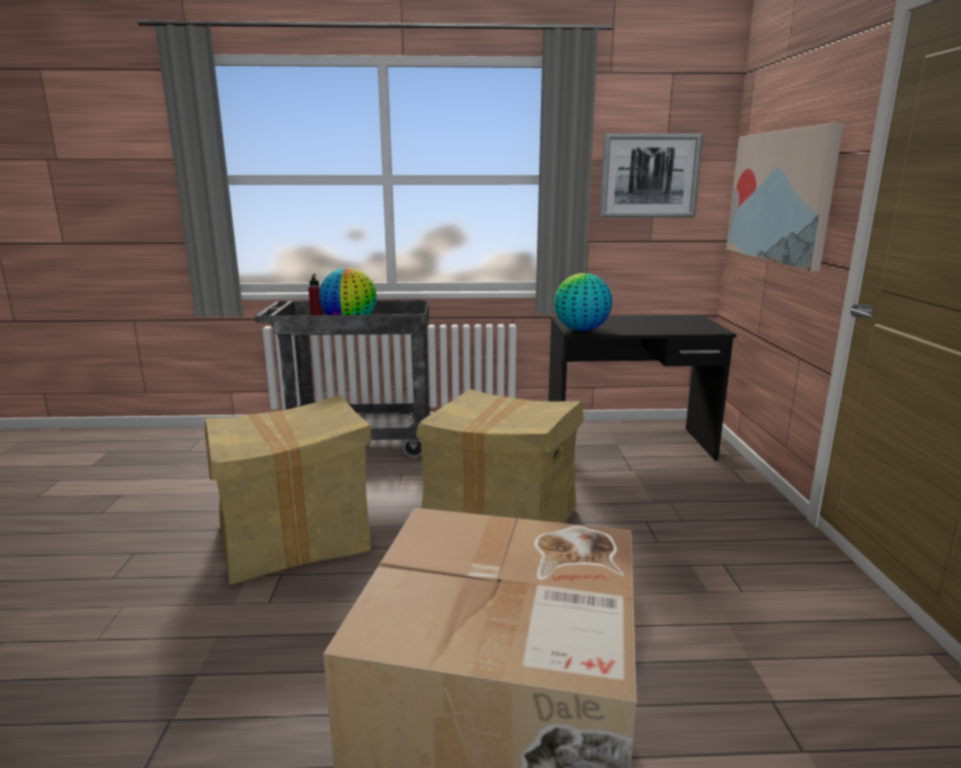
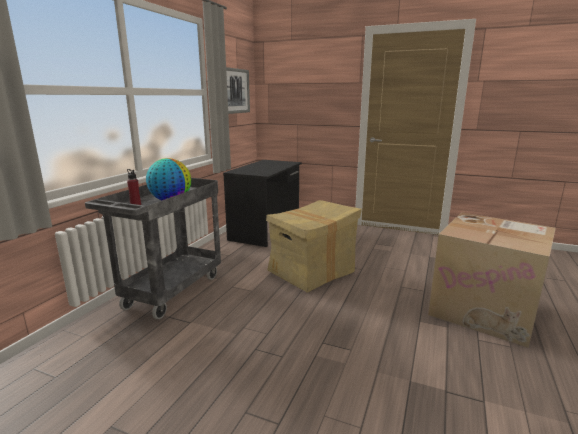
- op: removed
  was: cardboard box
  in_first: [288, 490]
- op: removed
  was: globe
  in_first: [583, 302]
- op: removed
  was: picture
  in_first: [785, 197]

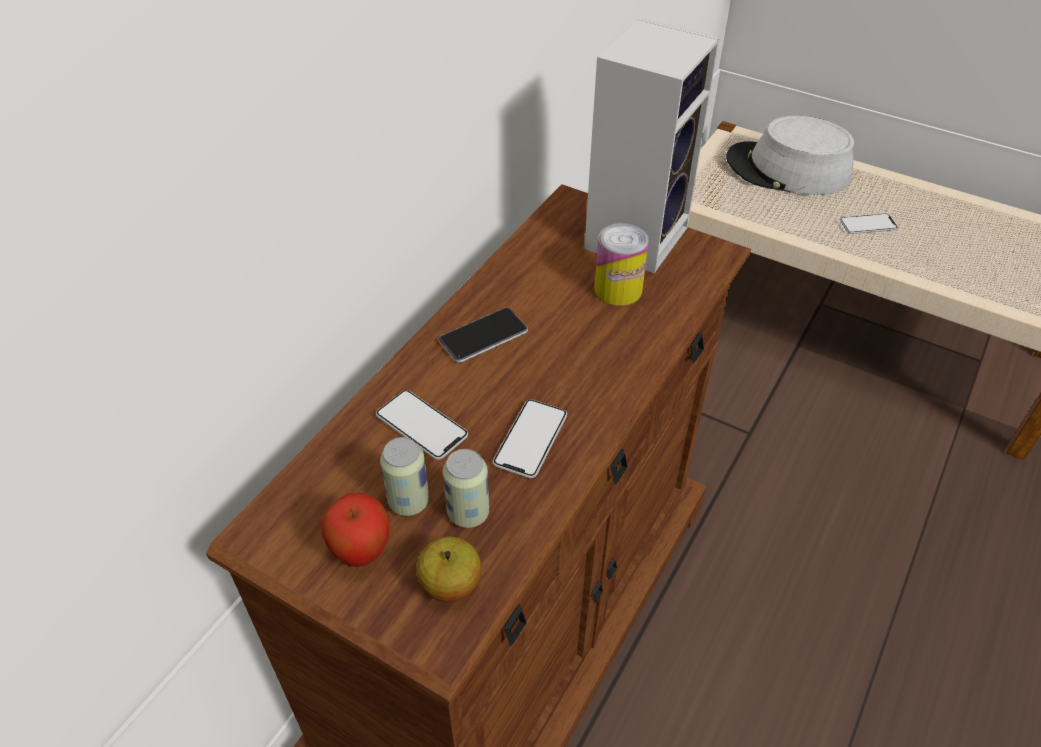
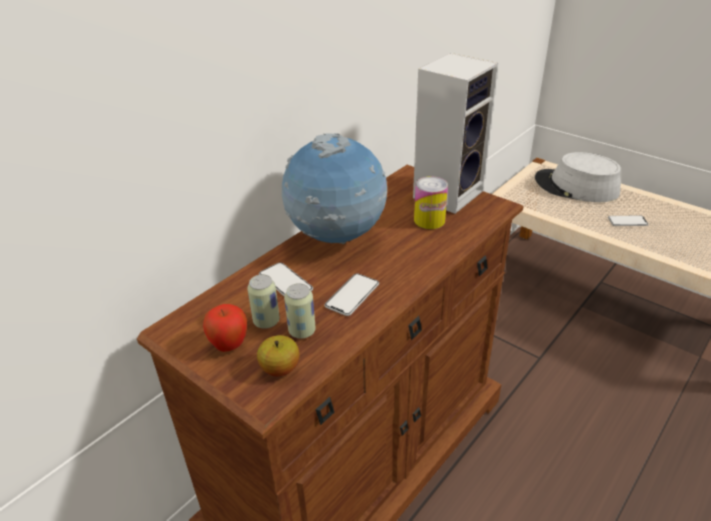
- op: replaced
  was: phone
  now: globe
  in_first: [483, 335]
  in_second: [334, 188]

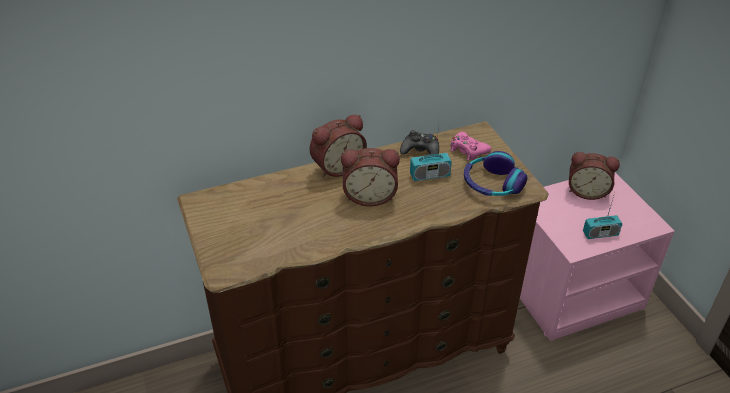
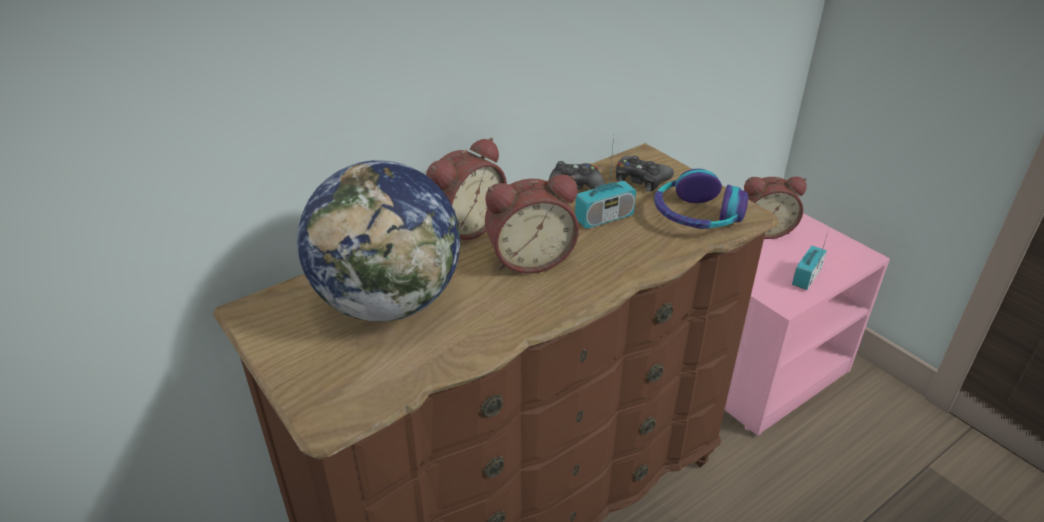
- op: added
  now: globe
  in_second: [378, 241]
- op: recoloured
  was: pink game controller
  now: black game controller
  in_first: [471, 146]
  in_second: [645, 174]
- op: turned
  was: radio
  in_first: [602, 217]
  in_second: [810, 259]
  clockwise: 150

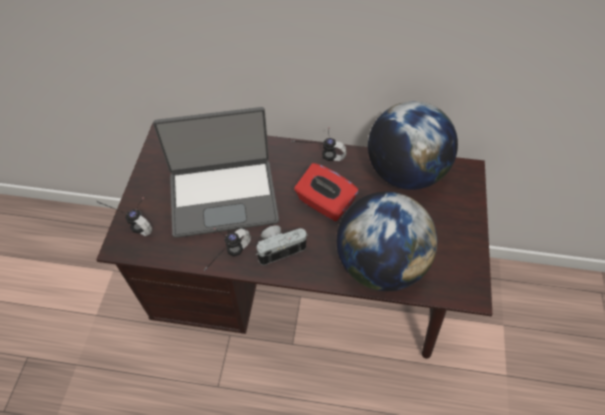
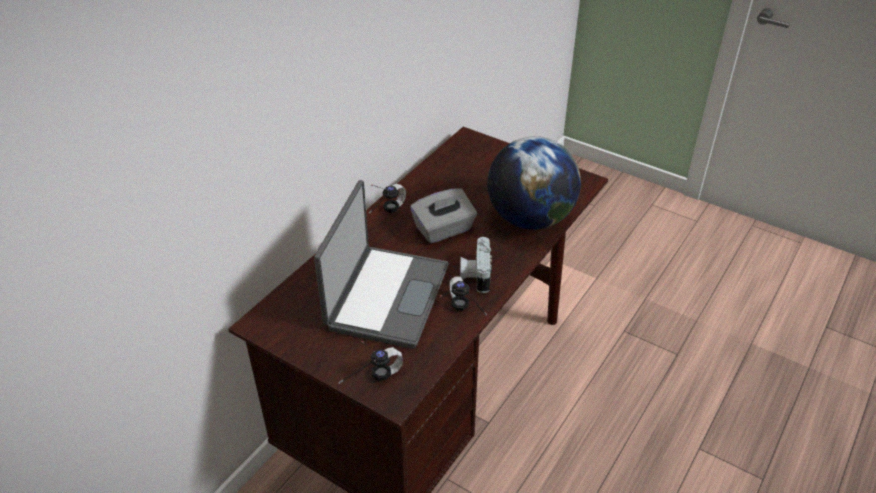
- op: removed
  was: globe
  in_first: [413, 145]
- op: recoloured
  was: red tissue box
  now: grey tissue box
  in_first: [326, 192]
  in_second: [443, 215]

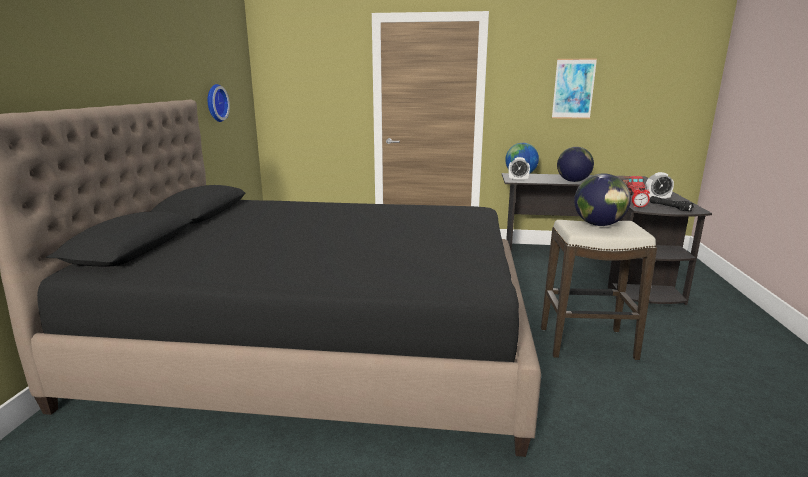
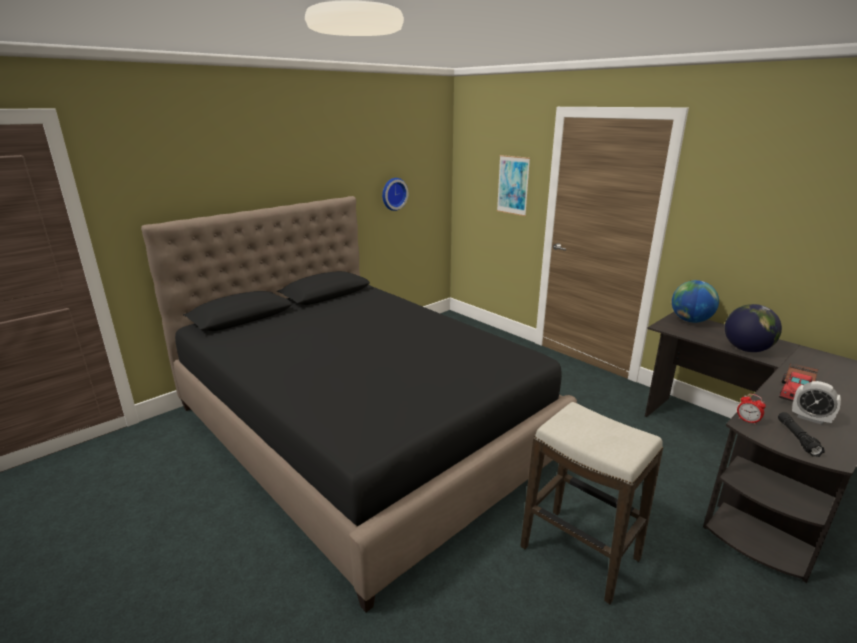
- op: removed
  was: alarm clock
  in_first: [519, 169]
- op: removed
  was: globe
  in_first: [602, 199]
- op: moved
  was: picture
  in_first: [574, 89]
  in_second: [513, 185]

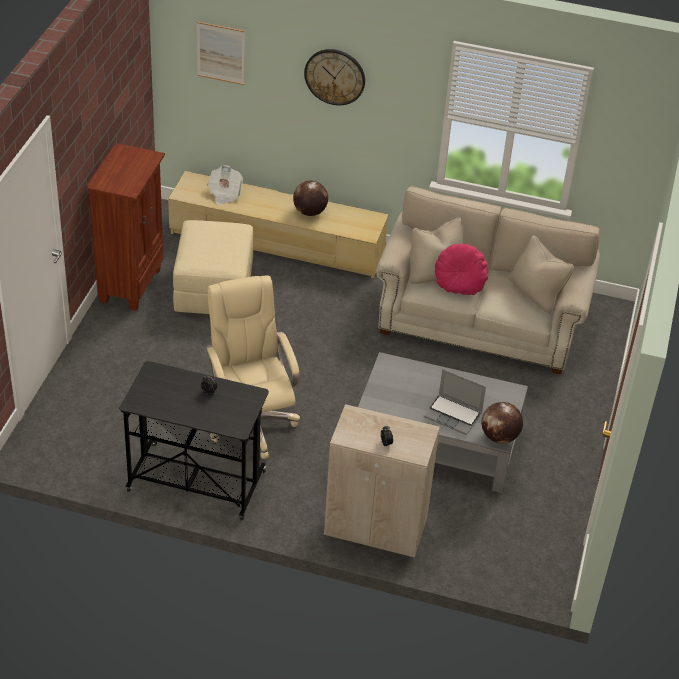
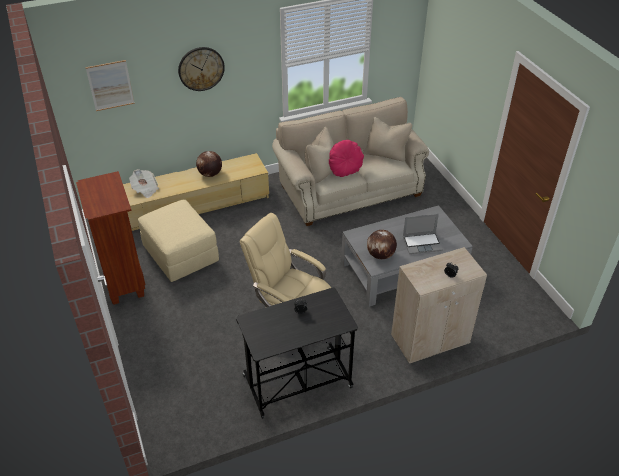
- op: moved
  was: globe
  in_first: [502, 422]
  in_second: [382, 244]

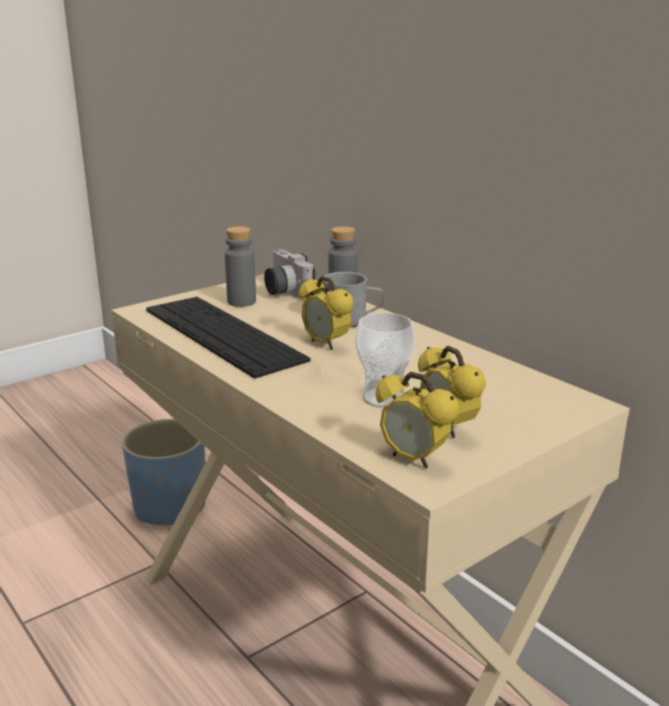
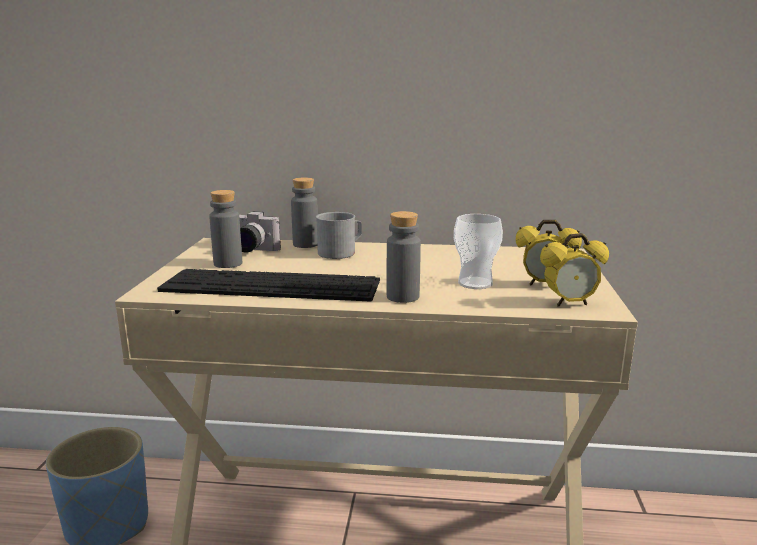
- op: removed
  was: alarm clock
  in_first: [326, 313]
- op: added
  now: grey bottle
  in_second: [403, 257]

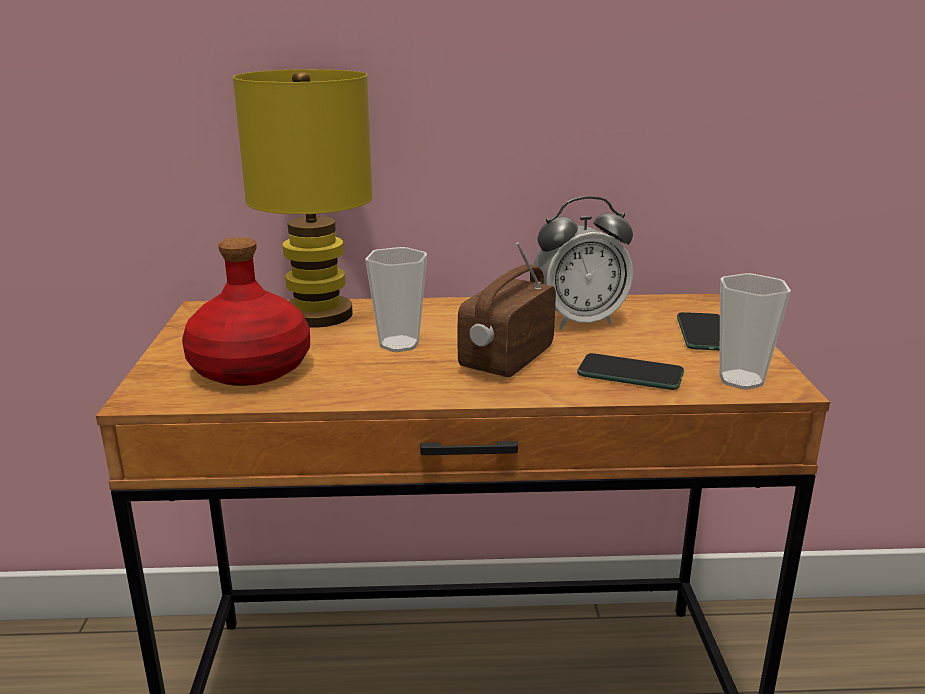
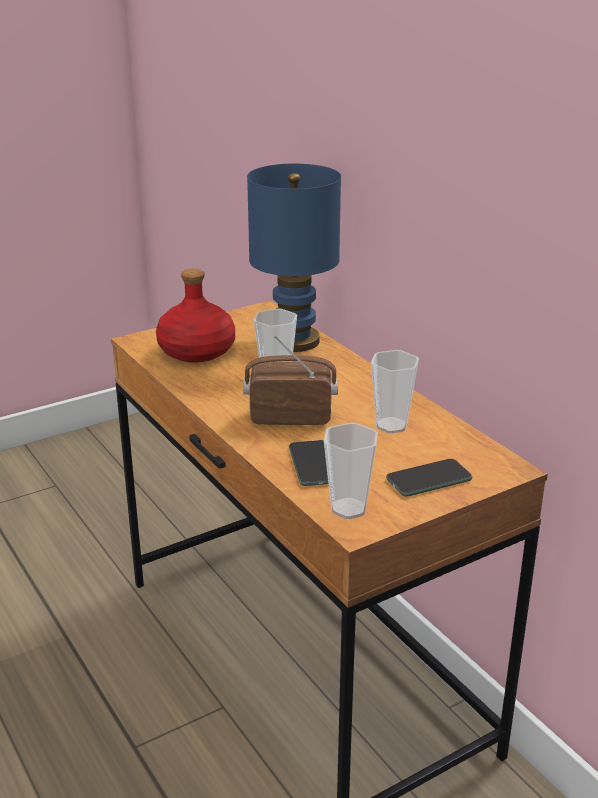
- op: replaced
  was: alarm clock
  now: cup
  in_first: [583, 263]
  in_second: [395, 391]
- op: recoloured
  was: yellow table lamp
  now: blue table lamp
  in_first: [303, 198]
  in_second: [294, 258]

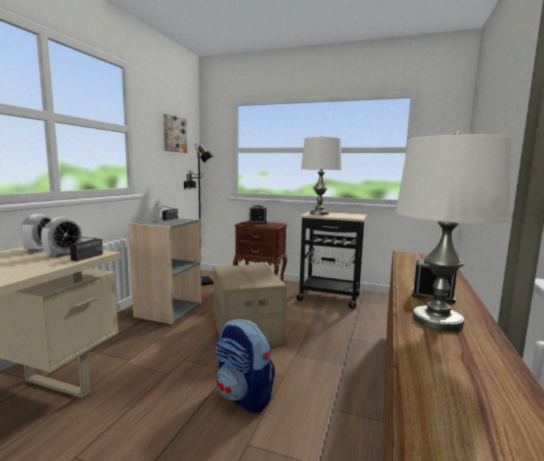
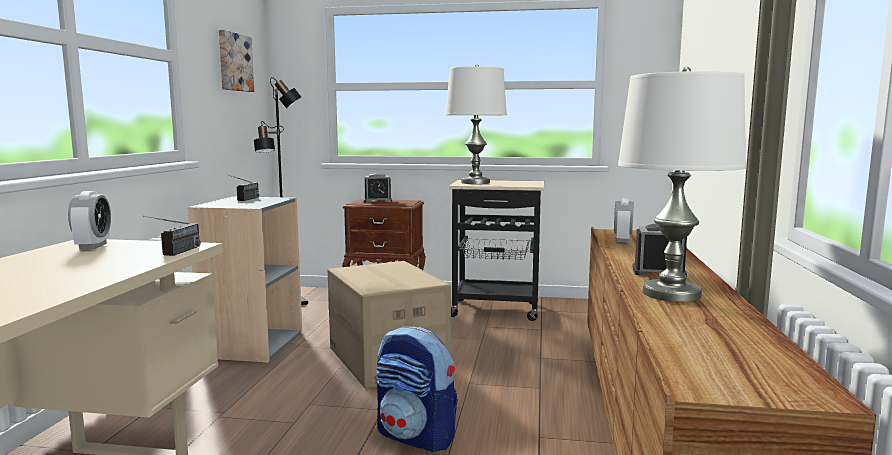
- op: moved
  was: alarm clock
  in_first: [61, 237]
  in_second: [624, 221]

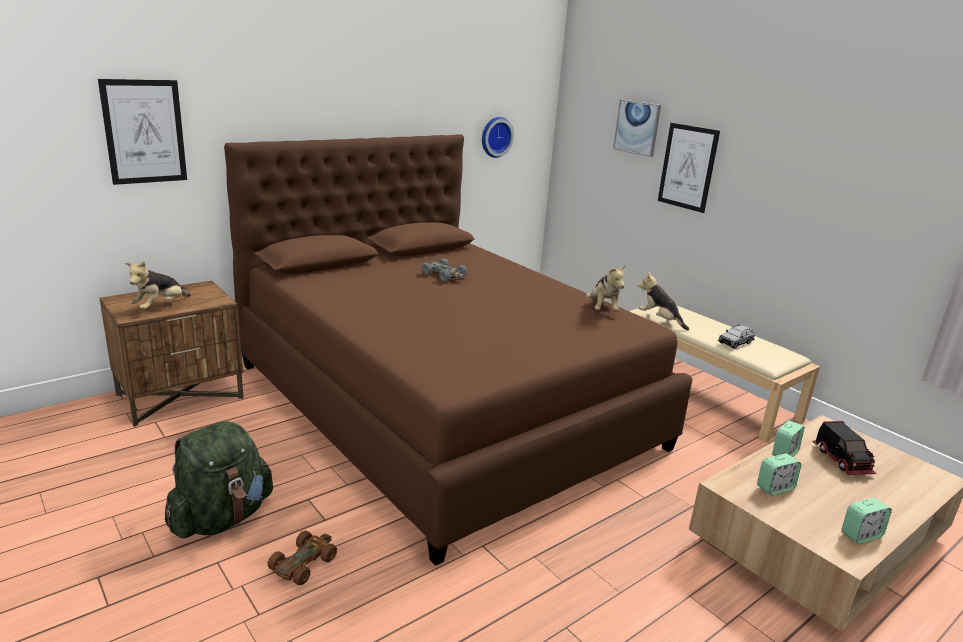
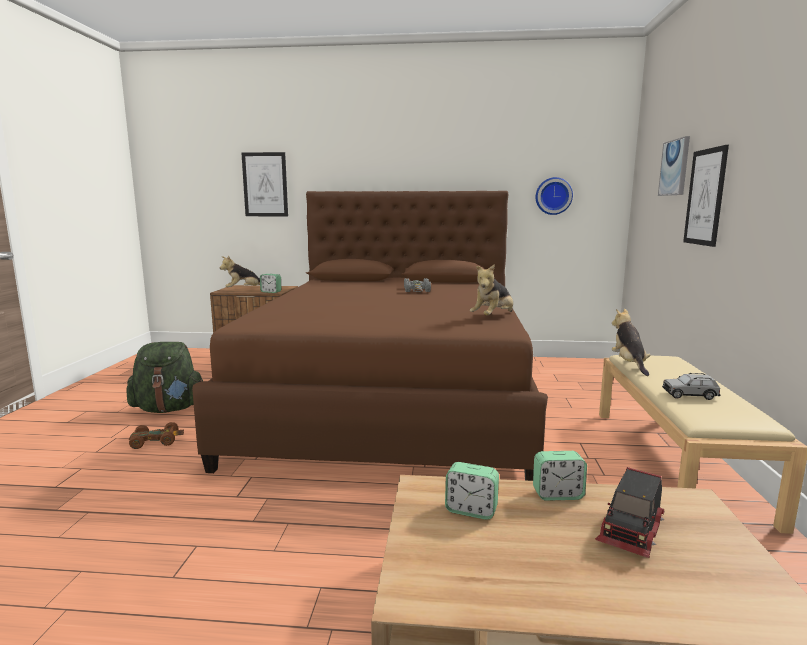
- op: moved
  was: alarm clock
  in_first: [866, 521]
  in_second: [270, 283]

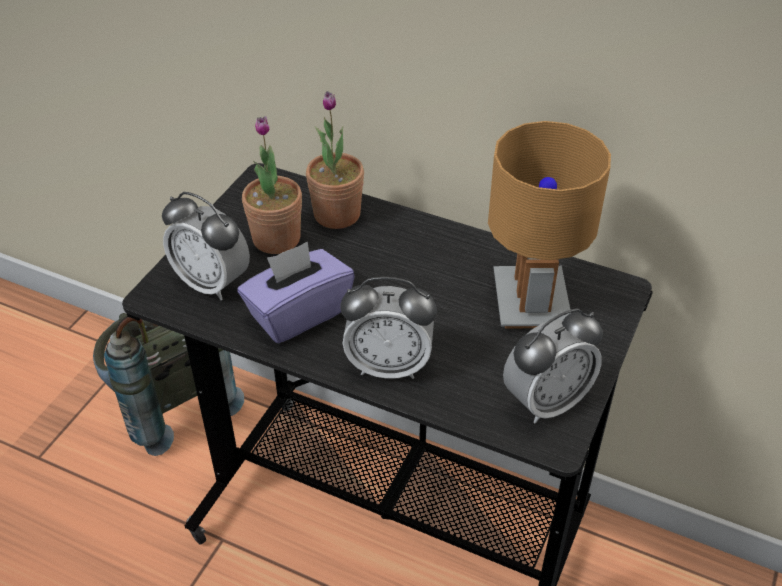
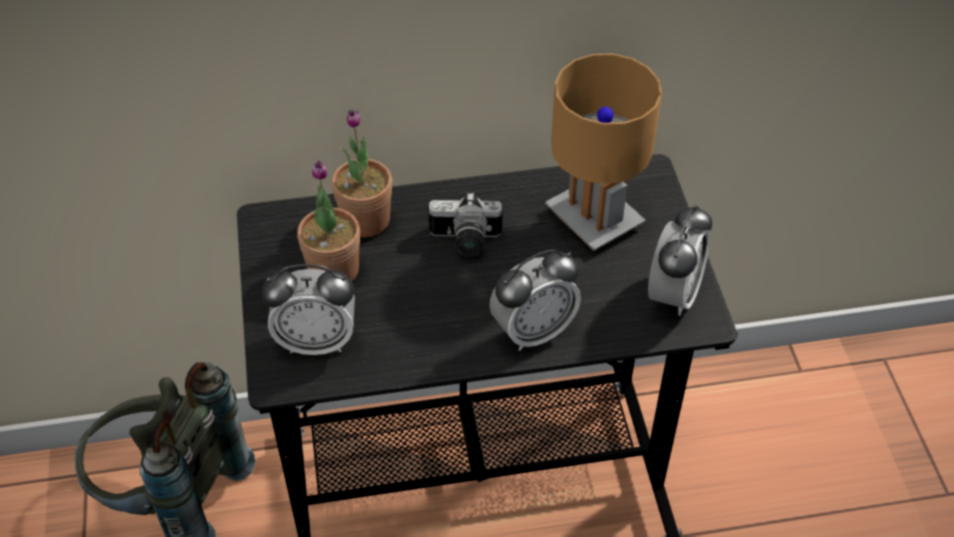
- op: removed
  was: purple tissue box
  in_first: [296, 292]
- op: added
  now: photo camera
  in_second: [465, 224]

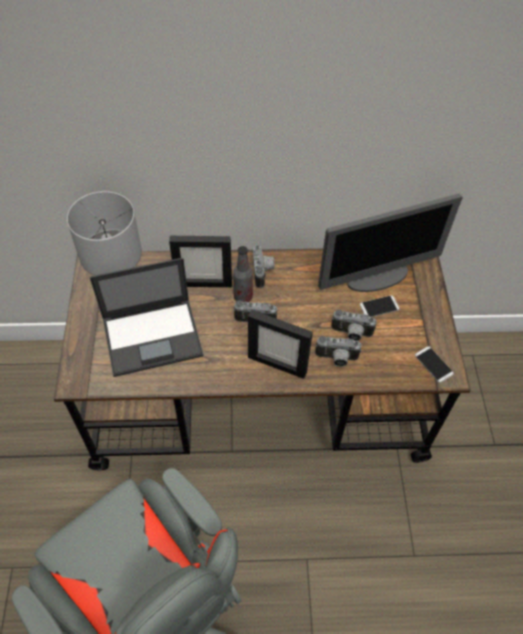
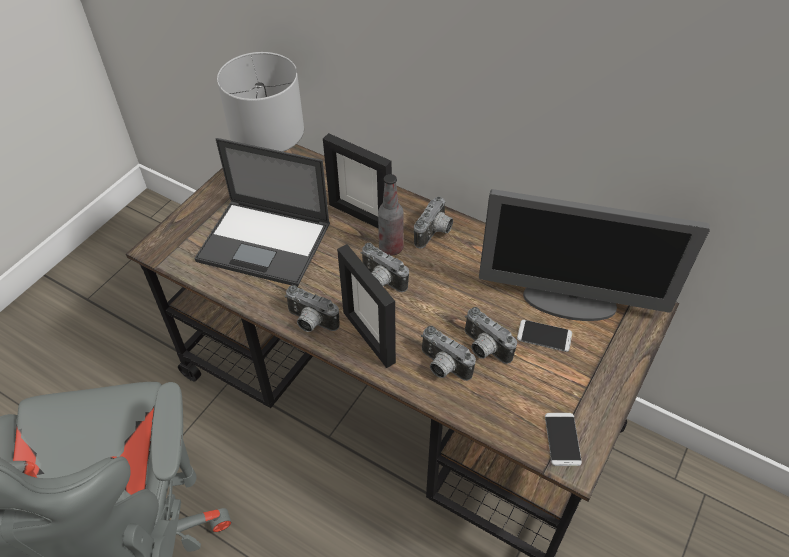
- op: added
  now: photo camera
  in_second: [312, 308]

